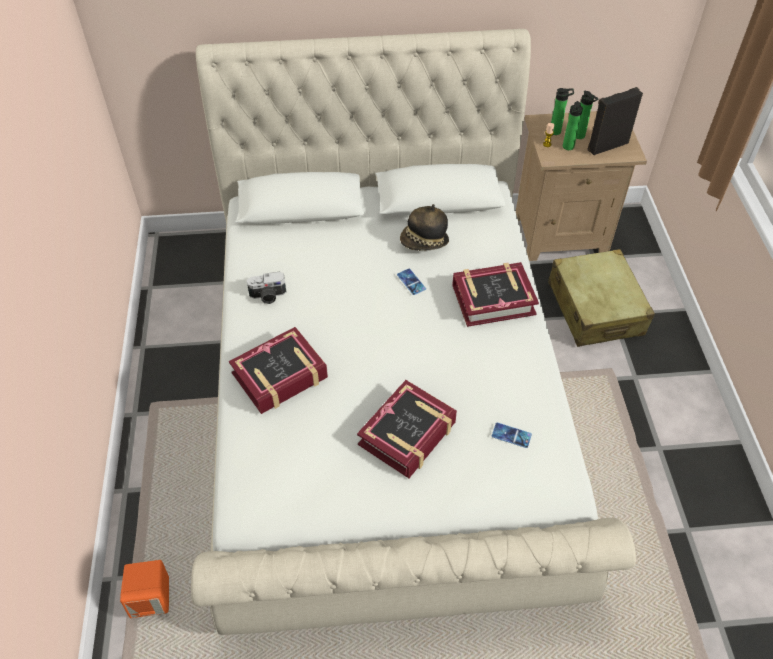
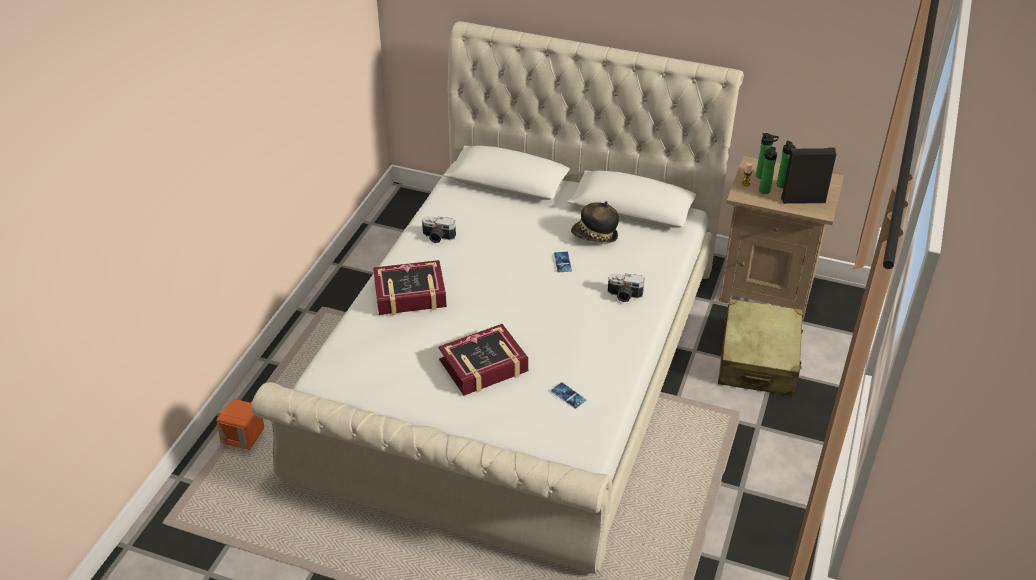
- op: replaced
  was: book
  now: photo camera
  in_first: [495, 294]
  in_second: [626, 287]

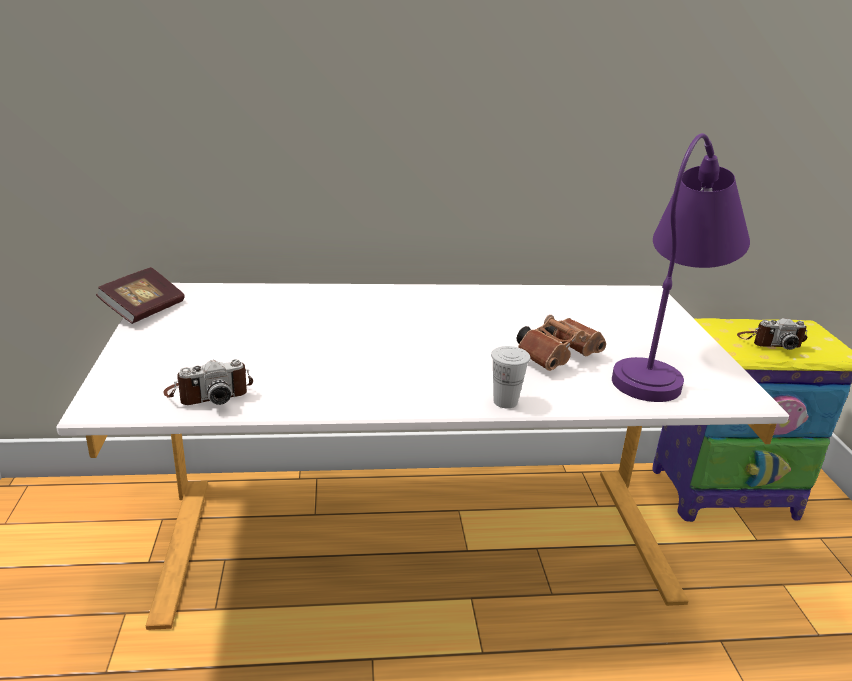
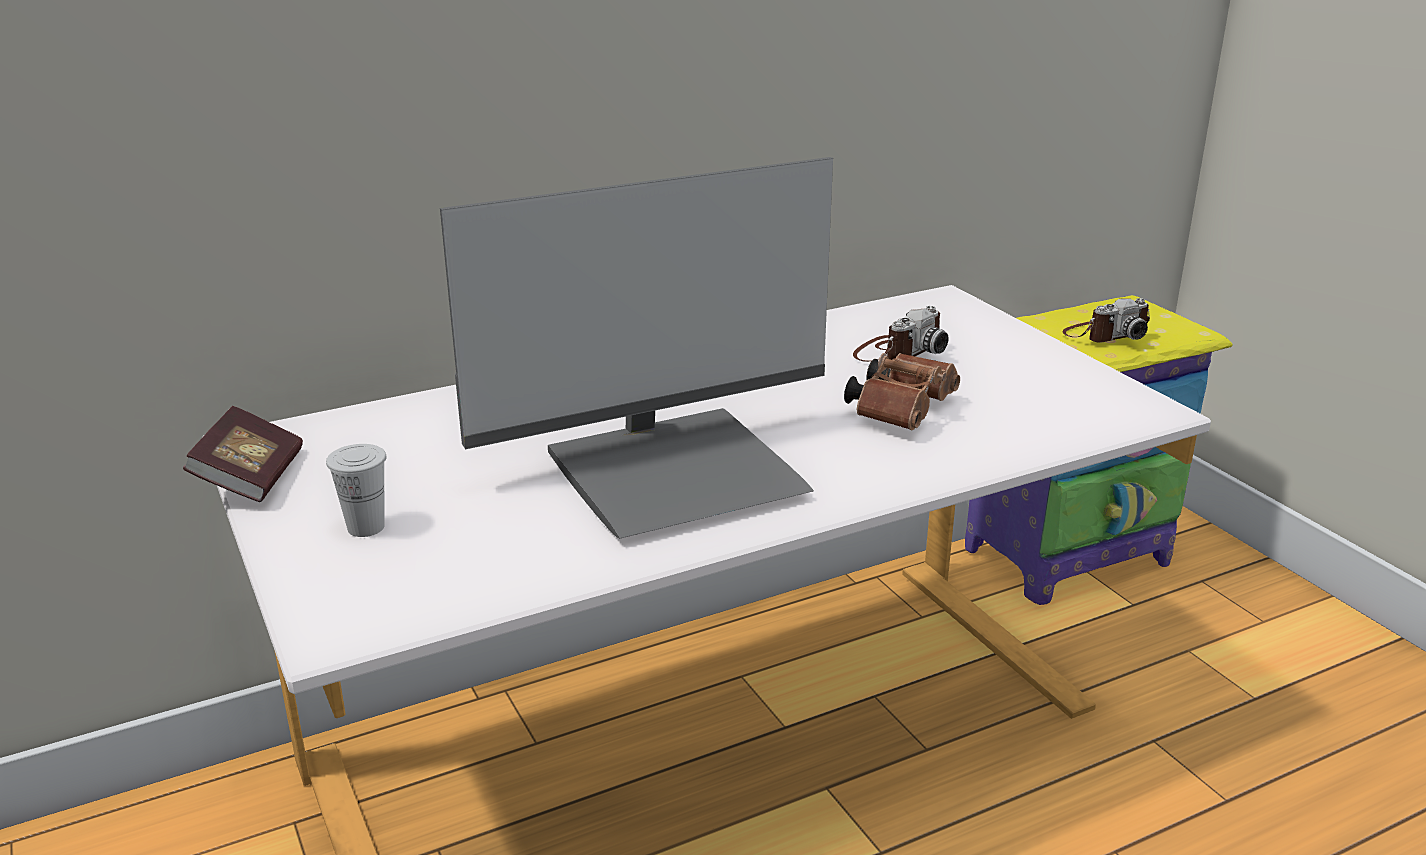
- op: removed
  was: purple table lamp
  in_first: [681, 267]
- op: added
  now: monitor
  in_second: [636, 347]
- op: moved
  was: photo camera
  in_first: [208, 382]
  in_second: [901, 334]
- op: moved
  was: white cup
  in_first: [510, 377]
  in_second: [356, 490]

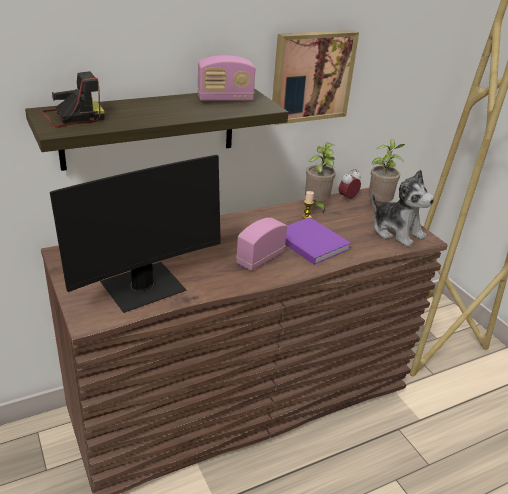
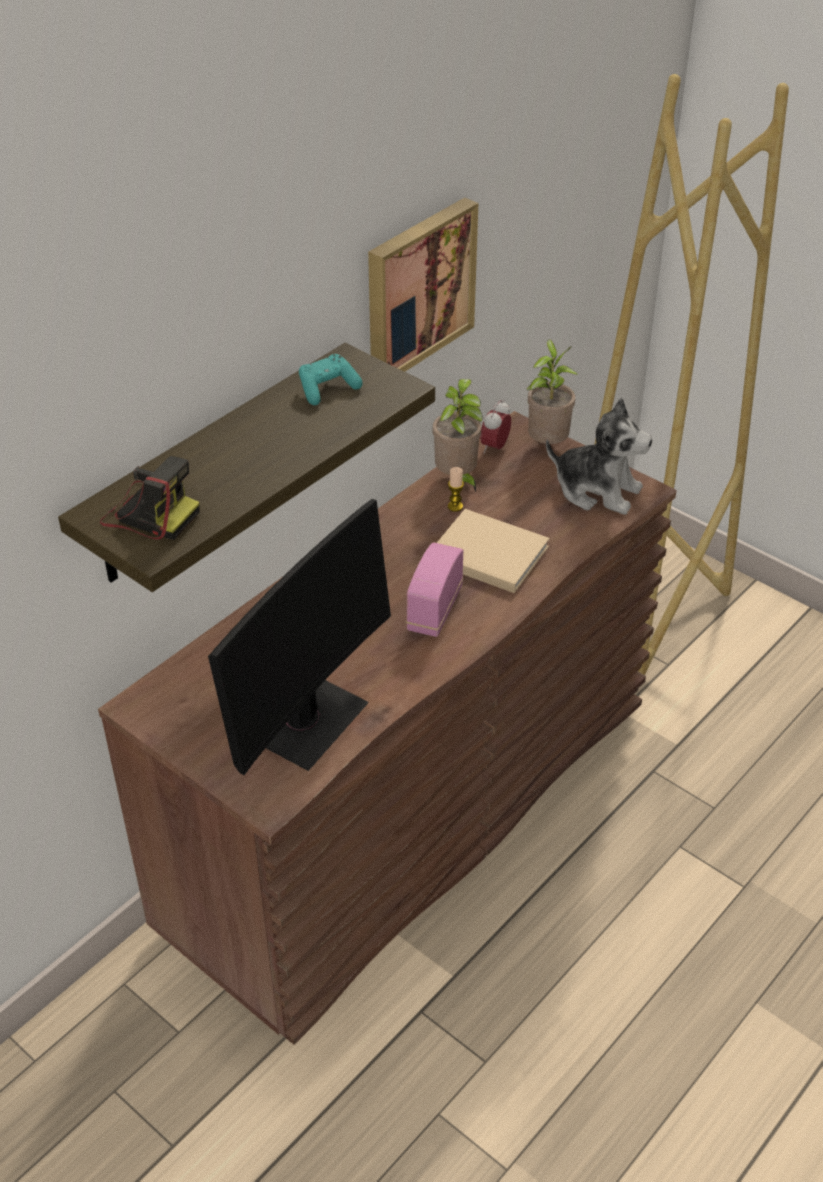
- op: replaced
  was: radio
  now: turquoise game controller
  in_first: [226, 78]
  in_second: [331, 379]
- op: recoloured
  was: purple book
  now: beige book
  in_first: [318, 241]
  in_second: [493, 551]
- op: turned
  was: photo camera
  in_first: [73, 99]
  in_second: [150, 498]
  clockwise: 75

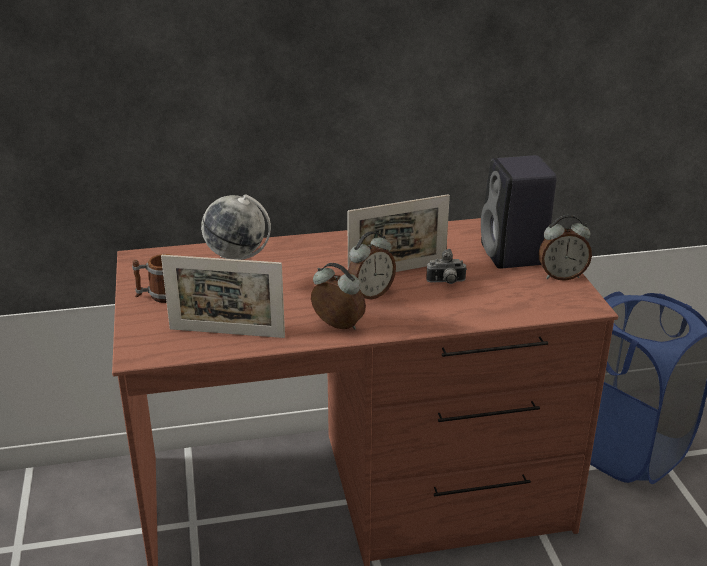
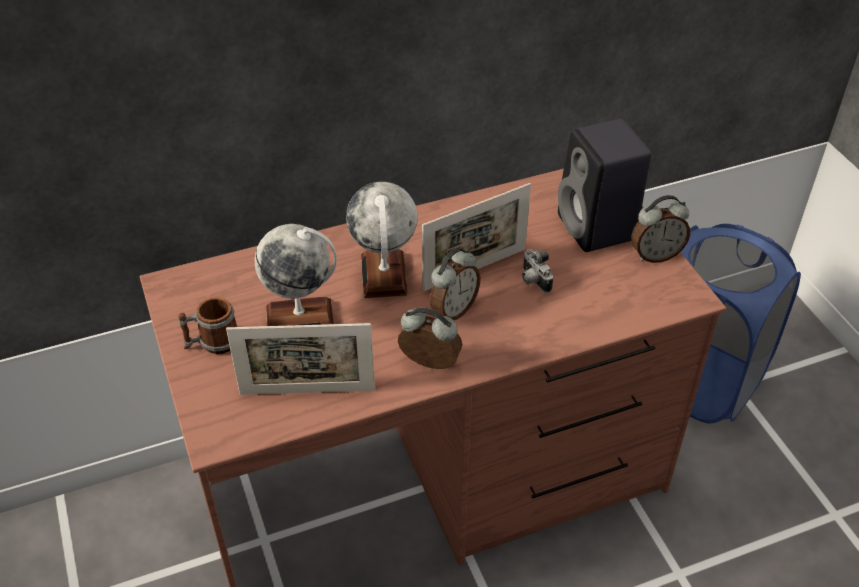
- op: added
  now: globe
  in_second: [382, 240]
- op: turned
  was: photo camera
  in_first: [446, 266]
  in_second: [537, 271]
  clockwise: 75

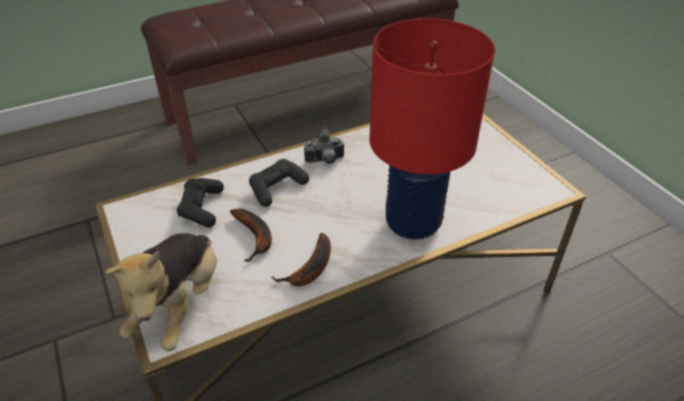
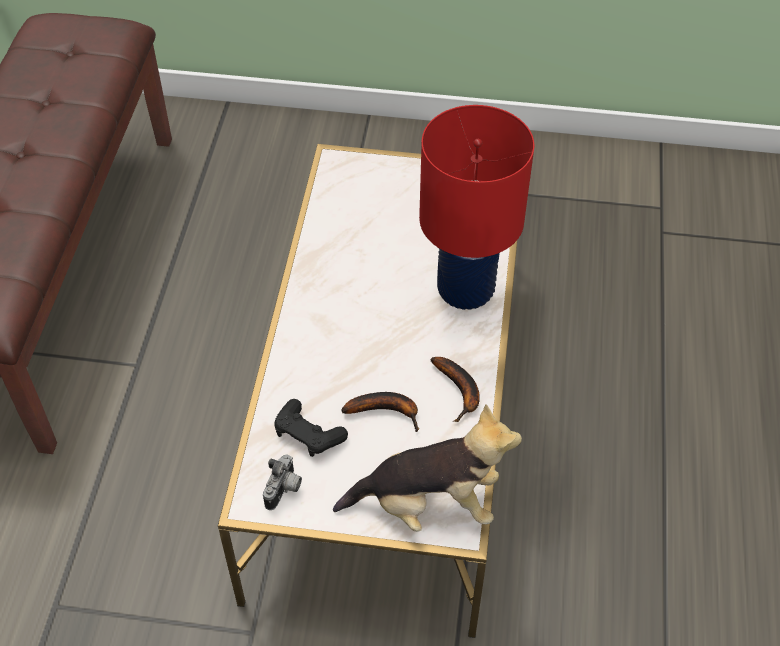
- op: removed
  was: black game controller
  in_first: [279, 183]
- op: moved
  was: photo camera
  in_first: [324, 145]
  in_second: [282, 482]
- op: turned
  was: plush toy
  in_first: [161, 292]
  in_second: [427, 468]
  clockwise: -45

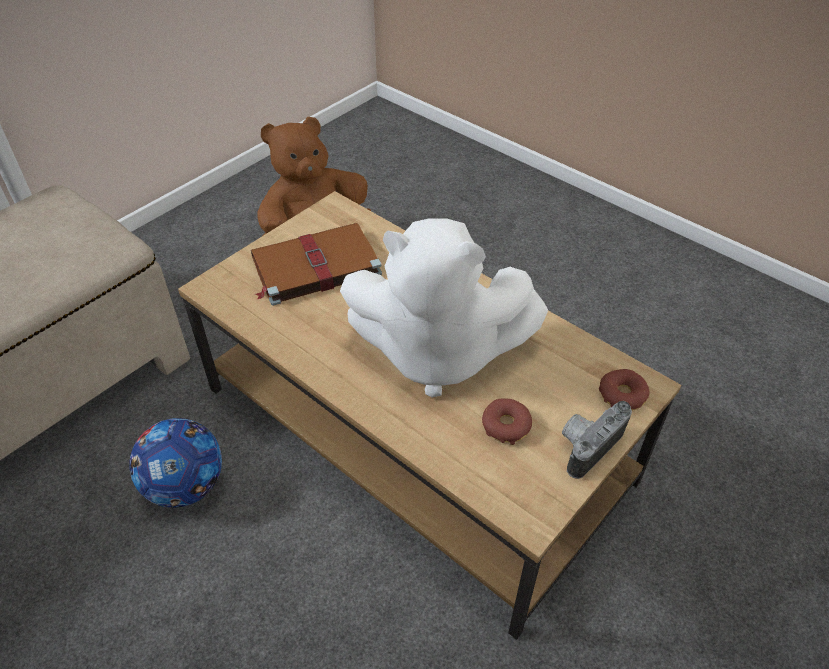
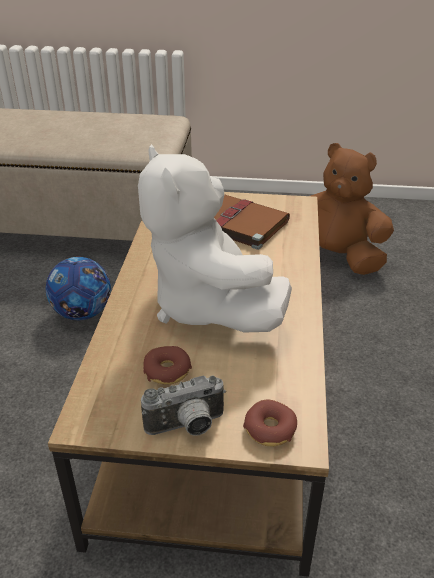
- op: turned
  was: photo camera
  in_first: [597, 440]
  in_second: [183, 406]
  clockwise: 150

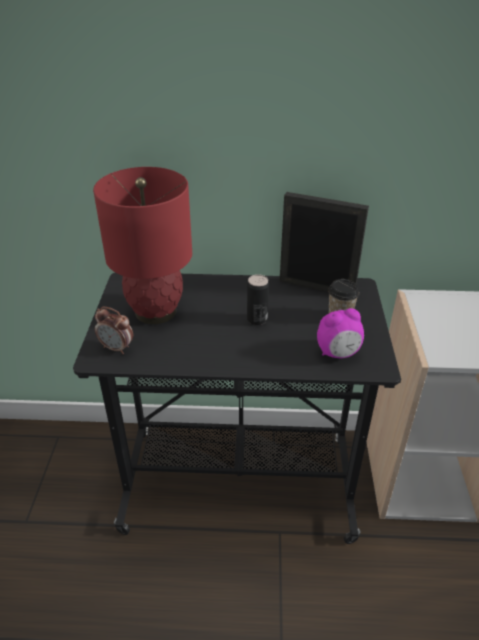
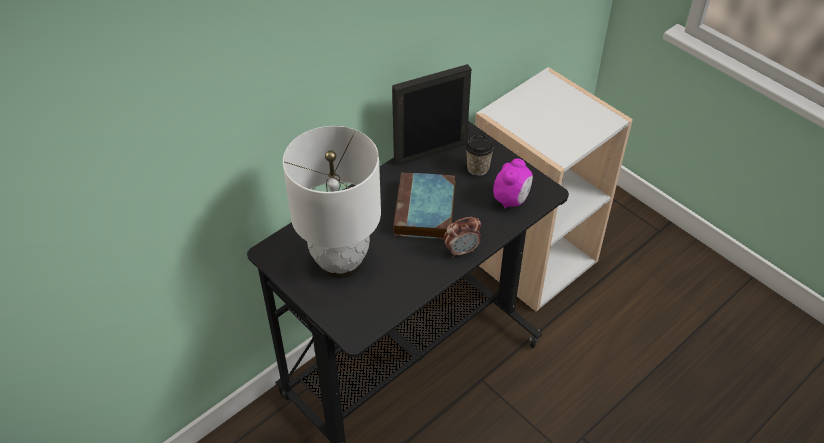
- op: moved
  was: alarm clock
  in_first: [114, 330]
  in_second: [462, 237]
- op: replaced
  was: can
  now: book
  in_first: [258, 299]
  in_second: [424, 205]
- op: recoloured
  was: red table lamp
  now: white table lamp
  in_first: [142, 245]
  in_second: [332, 202]

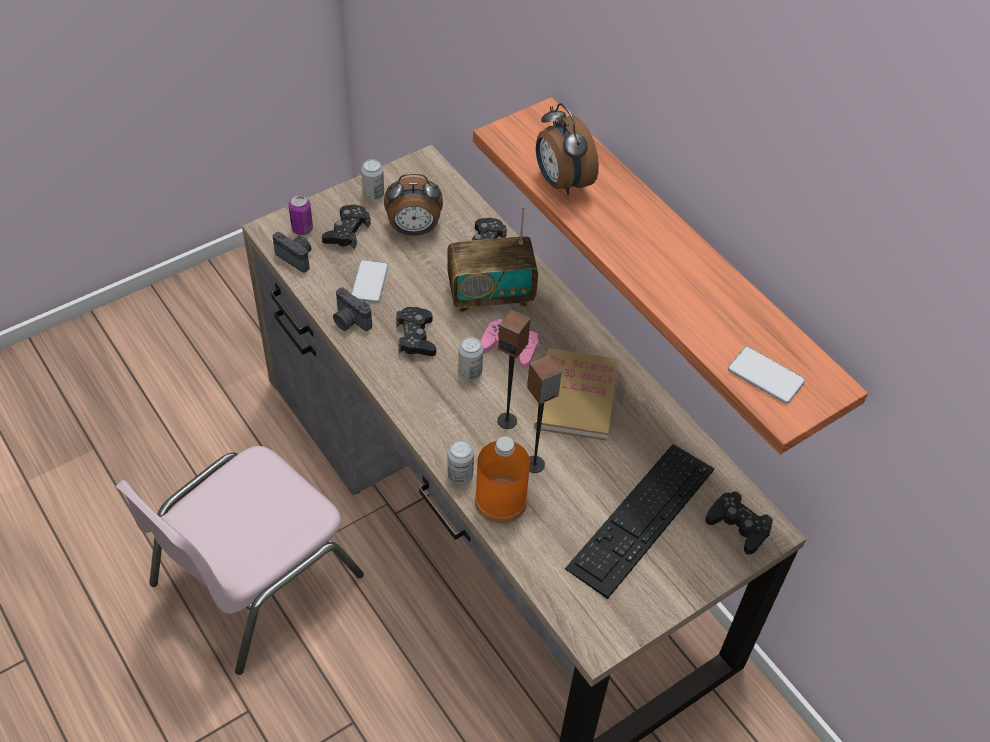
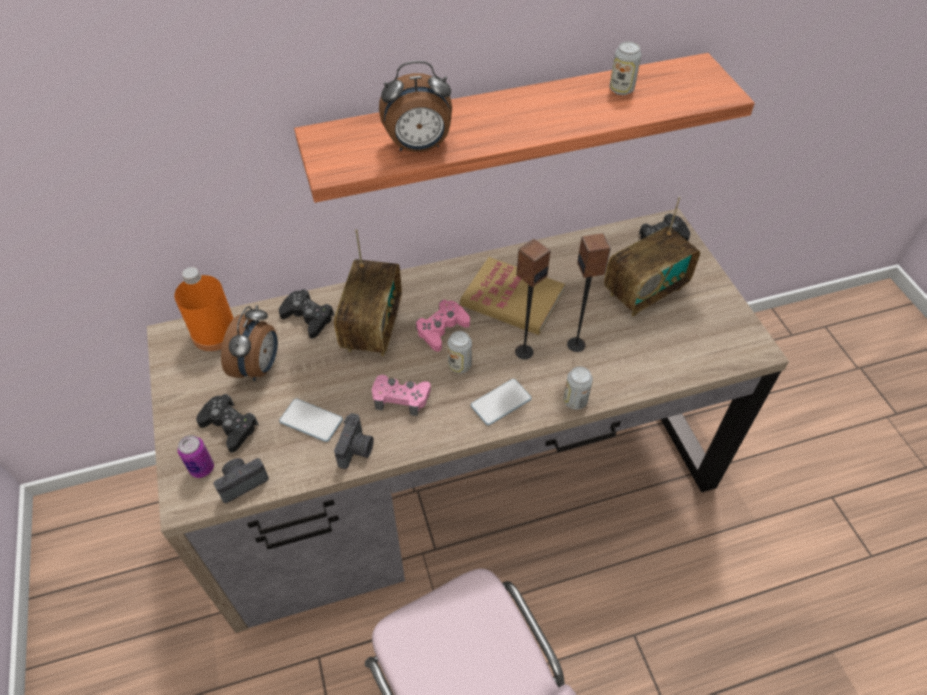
- op: moved
  was: can
  in_first: [372, 179]
  in_second: [625, 68]
- op: moved
  was: orange bottle
  in_first: [502, 480]
  in_second: [204, 309]
- op: moved
  was: phone
  in_first: [766, 374]
  in_second: [501, 402]
- op: replaced
  was: keyboard
  now: radio
  in_first: [639, 521]
  in_second: [652, 256]
- op: recoloured
  was: black game controller
  now: pink game controller
  in_first: [416, 331]
  in_second: [401, 395]
- op: turned
  was: photo camera
  in_first: [352, 309]
  in_second: [354, 441]
  clockwise: -45

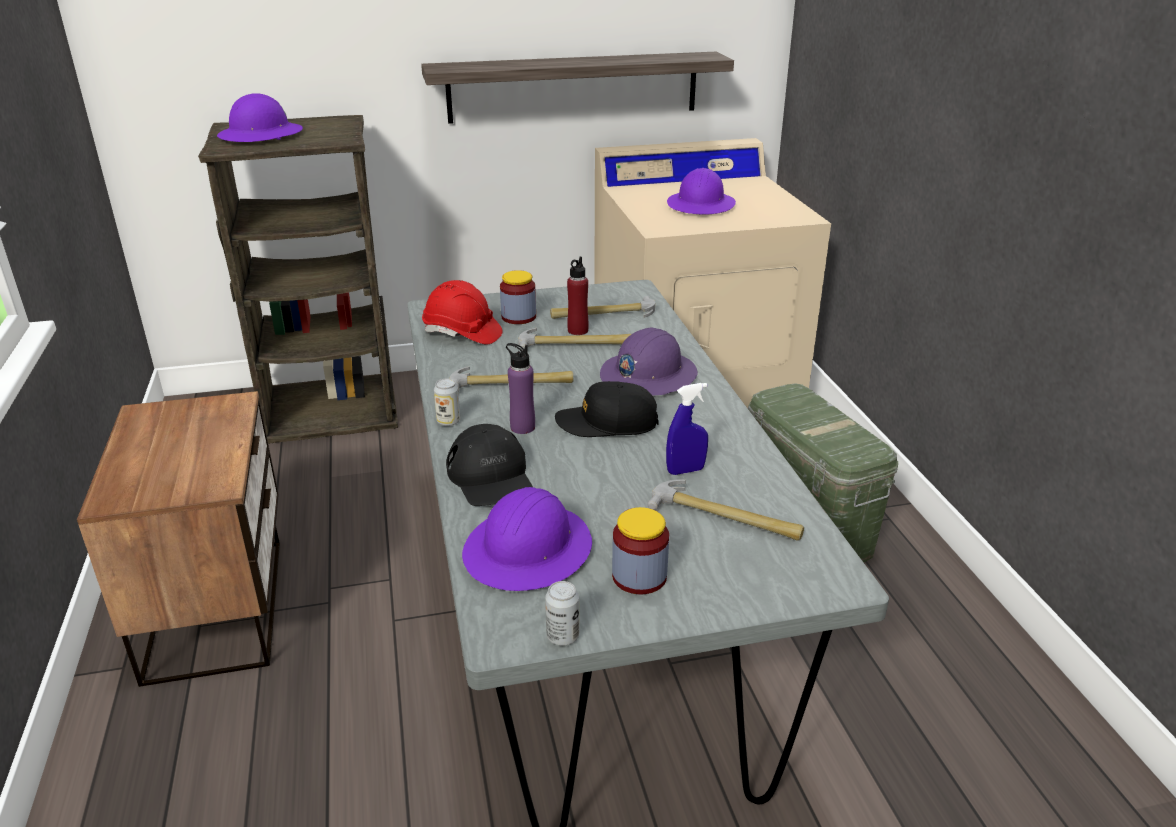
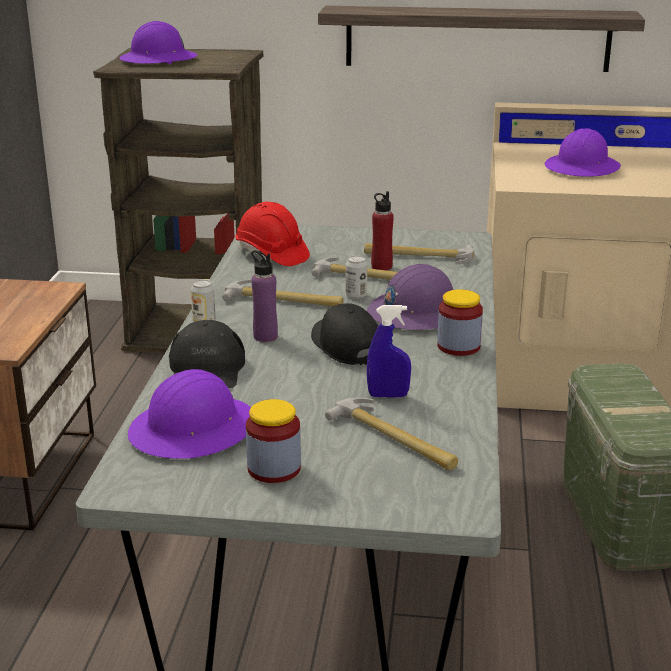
- op: moved
  was: jar
  in_first: [518, 297]
  in_second: [460, 322]
- op: moved
  was: can
  in_first: [562, 613]
  in_second: [356, 277]
- op: turned
  was: black cap
  in_first: [607, 409]
  in_second: [344, 334]
  clockwise: 45

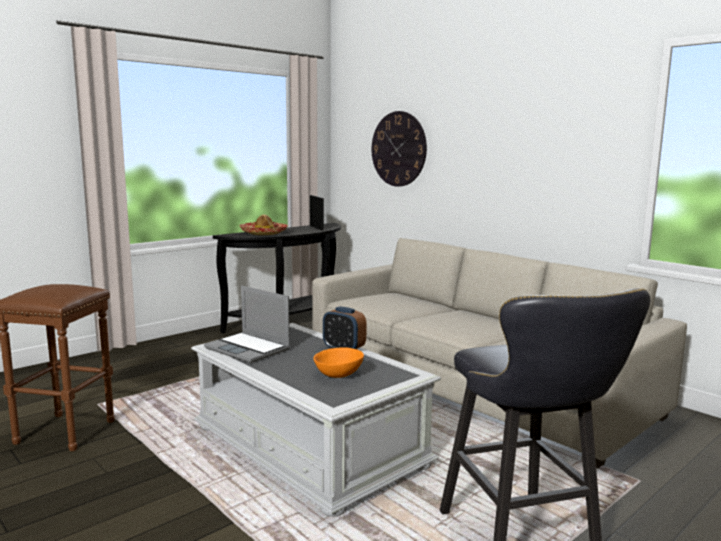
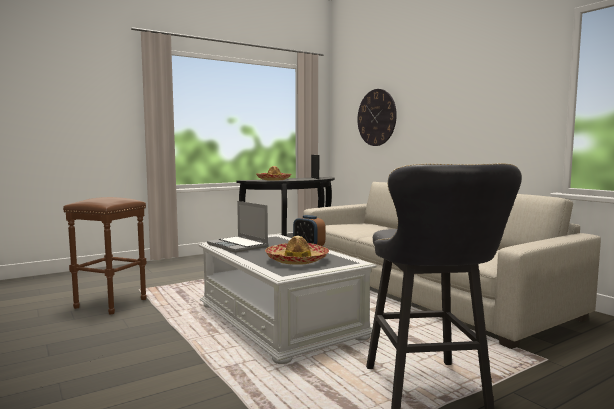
- op: replaced
  was: orange bowl
  now: hat
  in_first: [338, 362]
  in_second: [297, 250]

